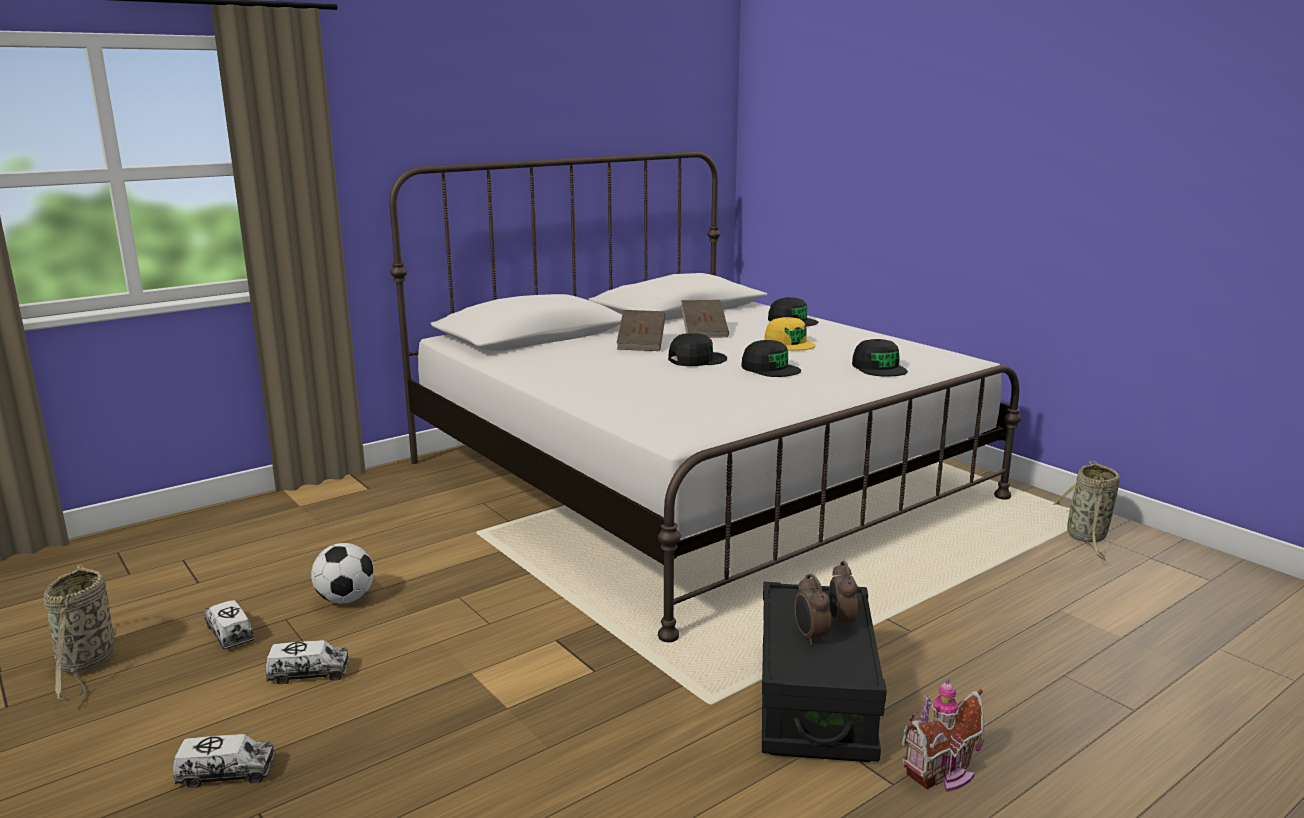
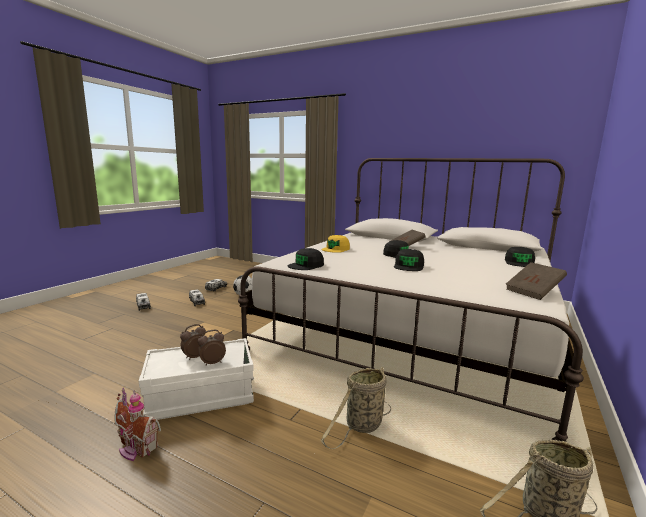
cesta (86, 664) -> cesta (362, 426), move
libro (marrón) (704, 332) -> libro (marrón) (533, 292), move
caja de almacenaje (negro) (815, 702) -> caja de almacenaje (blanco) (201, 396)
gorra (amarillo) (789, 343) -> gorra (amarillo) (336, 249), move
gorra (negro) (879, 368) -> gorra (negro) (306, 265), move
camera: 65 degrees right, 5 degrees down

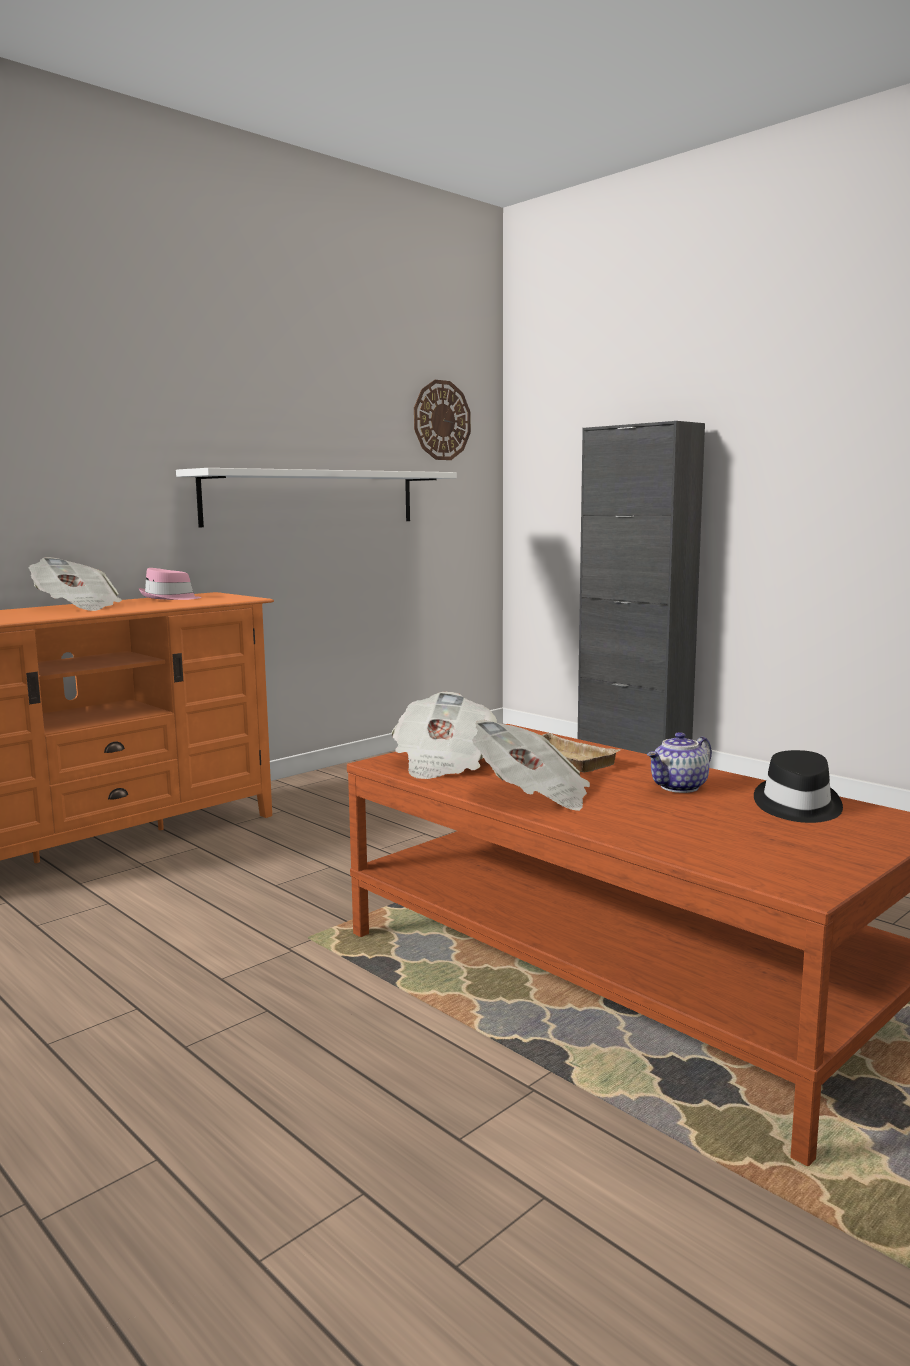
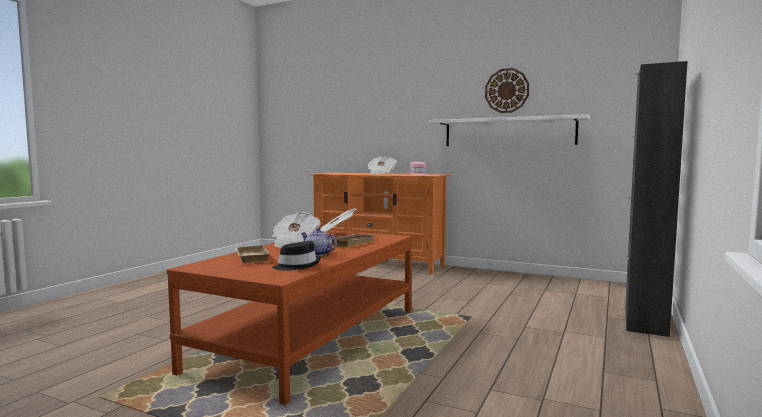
reloj de pared (441, 420) -> reloj de pared (506, 90), move
none -> bandeja (beis) (250, 257)
camera: 70 degrees right, 5 degrees down

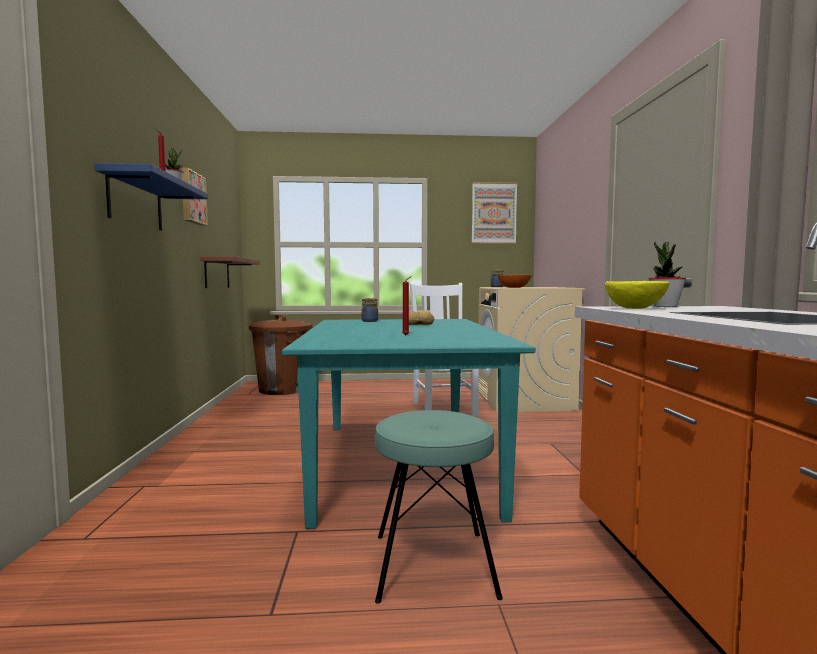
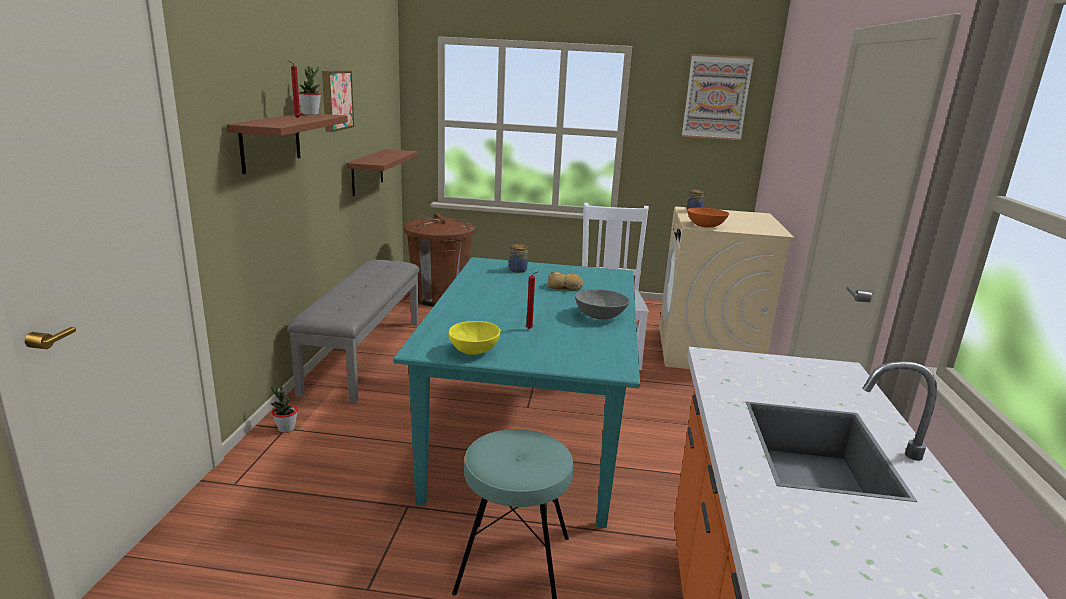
estante (azul) (135, 202) -> estante (marrón) (271, 141)
cuenco (amarillo) (636, 308) -> cuenco (amarillo) (474, 352), move
planta en maceta (665, 306) -> planta en maceta (286, 428), move
none -> banco (gris) (363, 355)
none -> cuenco (gris) (600, 316)
camera: 10 degrees right, 15 degrees up

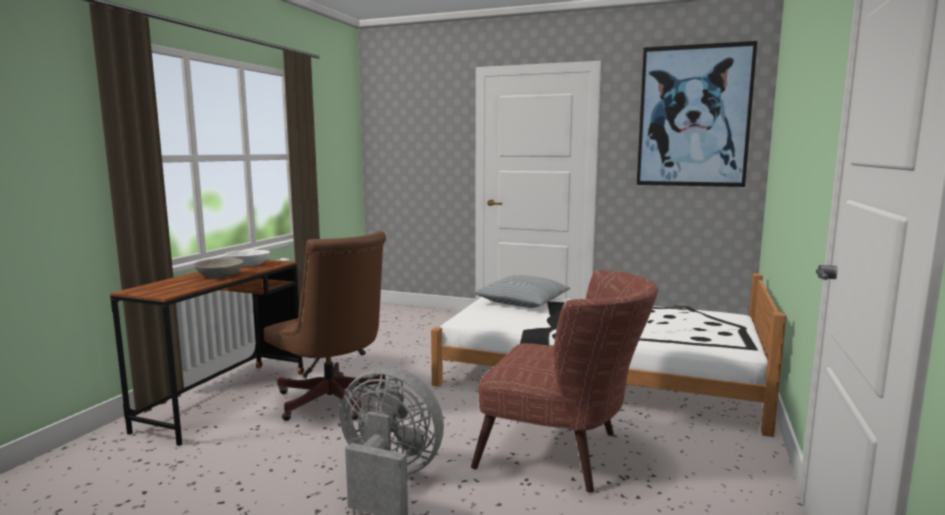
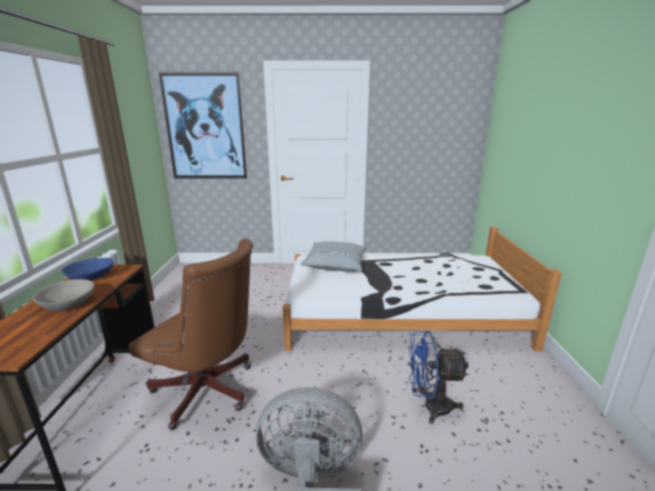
cuenco (blanco) (248, 264) -> cuenco (azul) (91, 277)
sillón (marrón) (564, 454) -> ventilador (azul) (429, 406)
cuadro (693, 116) -> cuadro (205, 127), move
camera: 20 degrees left, 10 degrees up

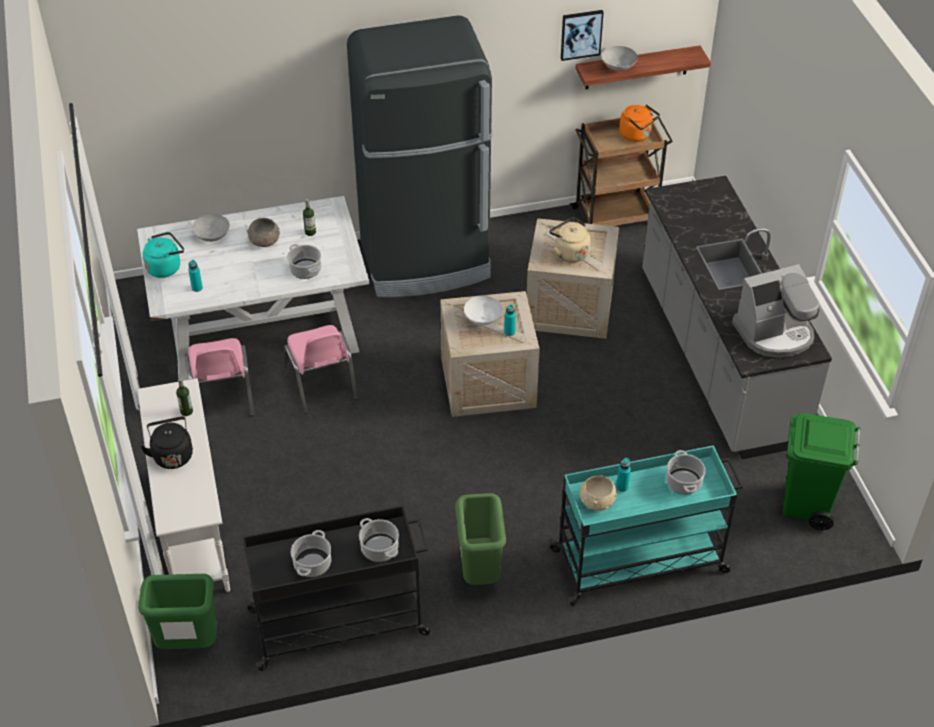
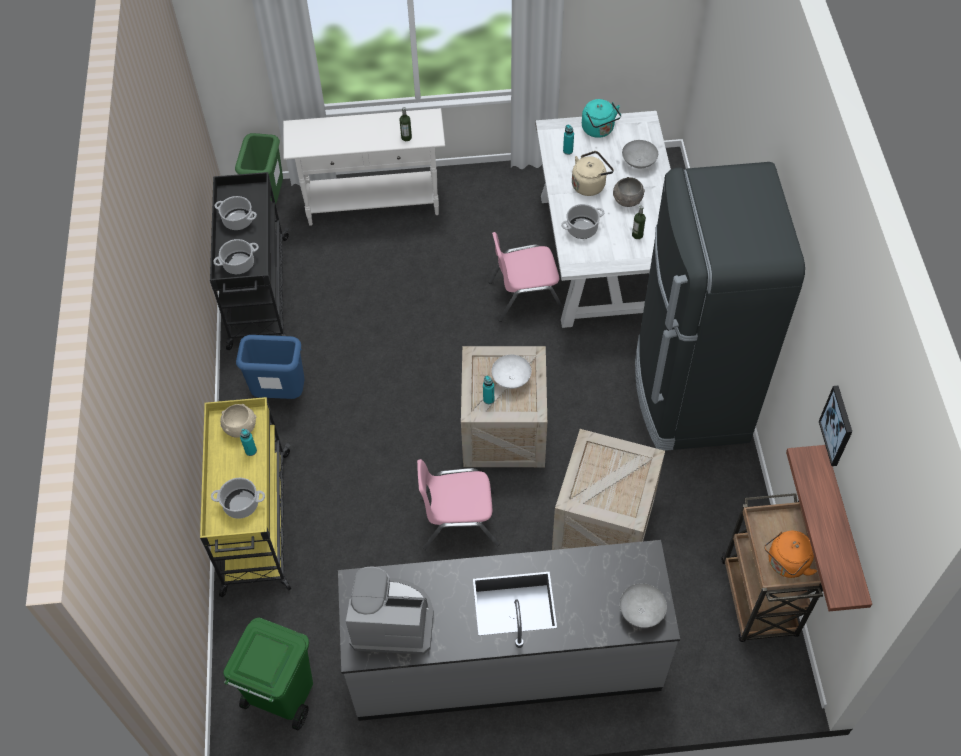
hervidor (negro) (172, 454) -> none
silla (rosa) (222, 395) -> silla (rosa) (458, 520), move
papelera (verde) (479, 571) -> papelera (azul) (280, 393)
carrito (turquesa) (641, 560) -> carrito (amarillo) (256, 524)
hervidor (beis) (569, 252) -> hervidor (beis) (590, 184), move
cuenco (gris) (619, 67) -> cuenco (gris) (641, 612), move
cafetera (774, 333) -> cafetera (392, 620), 105 degrees clockwise
camera: 100 degrees right, 10 degrees up

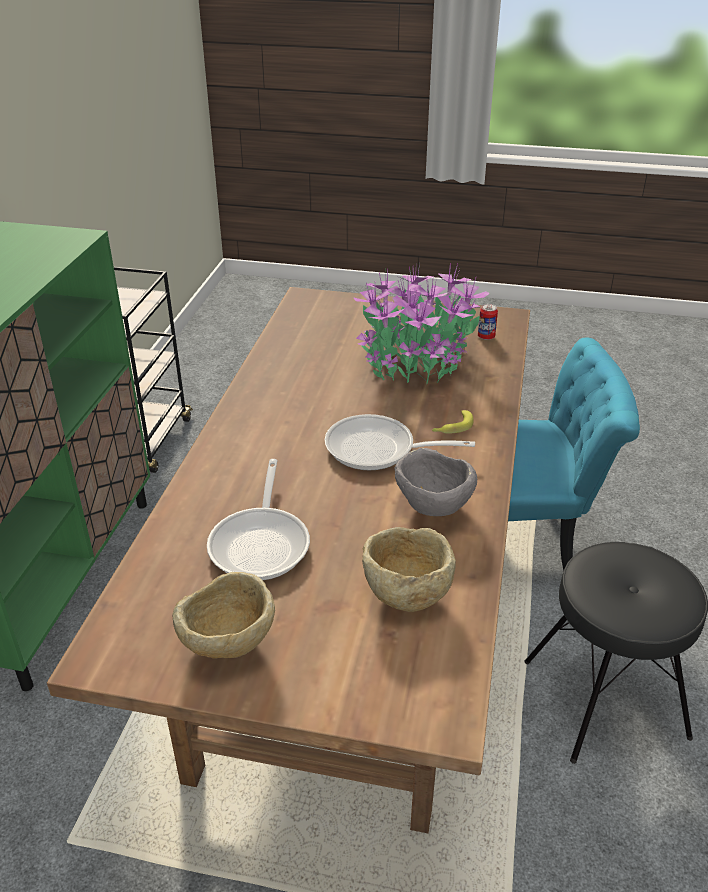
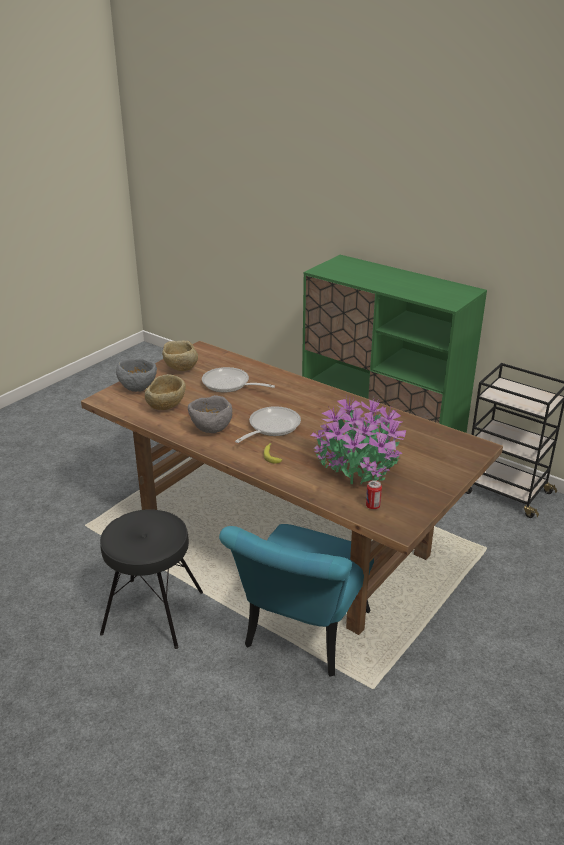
none -> cuenco (gris) (138, 388)
camera: 115 degrees right, 5 degrees down

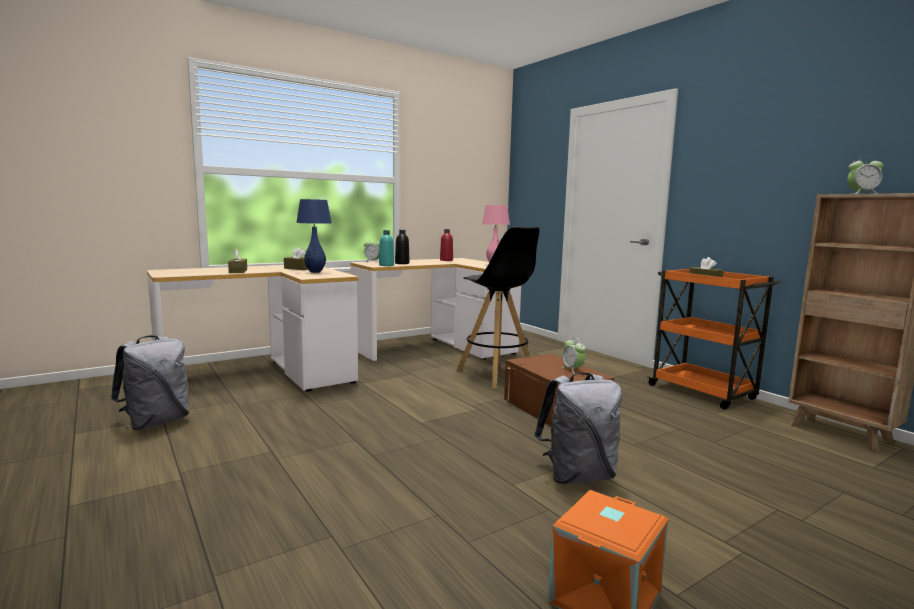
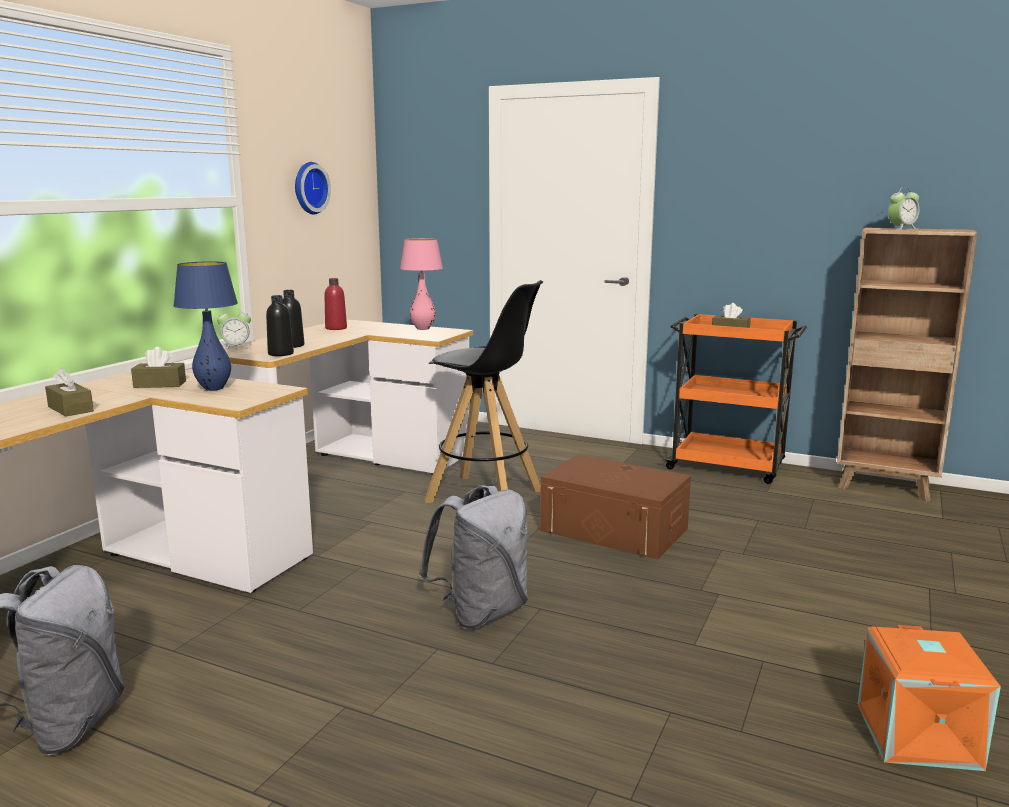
botella (turquesa) (386, 265) -> botella (negro) (280, 354)
mochila (gris) (577, 476) -> mochila (gris) (481, 613), move
despertador (572, 369) -> none
none -> reloj de pared (308, 188)
camera: 30 degrees left, 5 degrees up

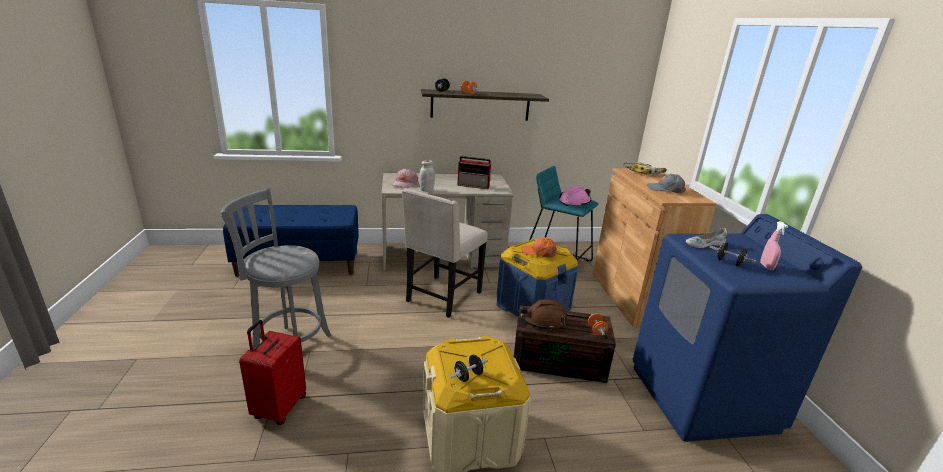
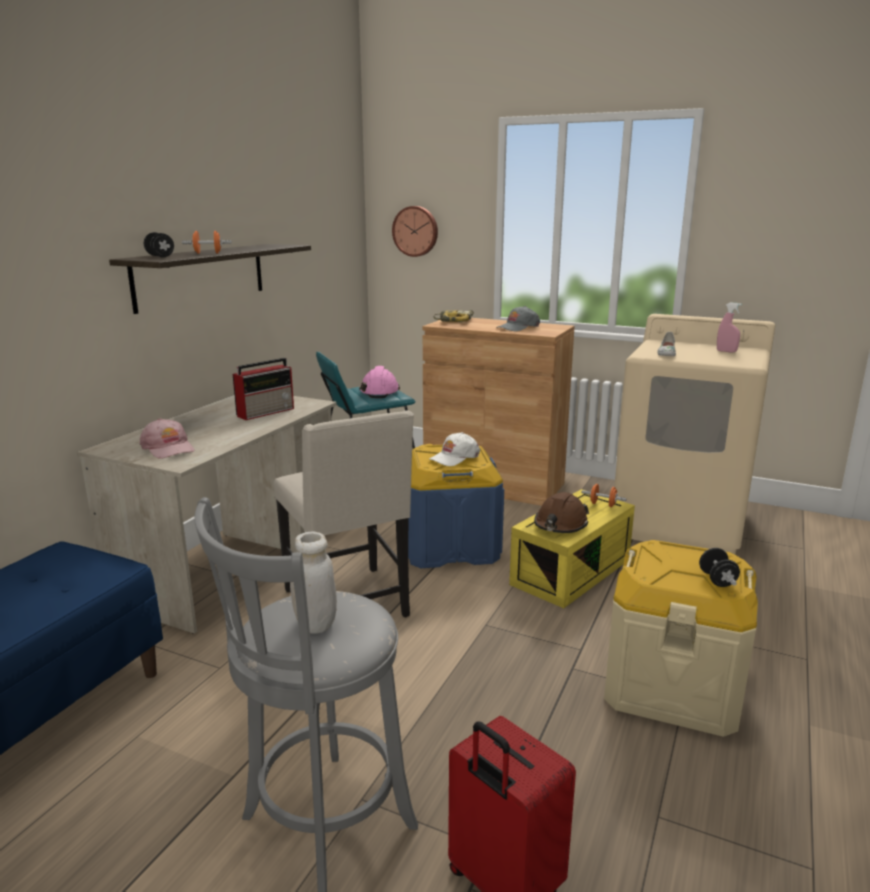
tarro (blanco) (426, 190) -> tarro (blanco) (315, 624), move
caja de almacenaje (marrón) (560, 360) -> caja de almacenaje (amarillo) (570, 570)
gorra (naranja) (539, 252) -> gorra (blanco) (454, 457)
lavadora (azul) (702, 398) -> lavadora (beis) (681, 523)
mancuerna (negro) (729, 262) -> none
none -> reloj de pared (416, 231)
camera: 55 degrees left, 5 degrees down

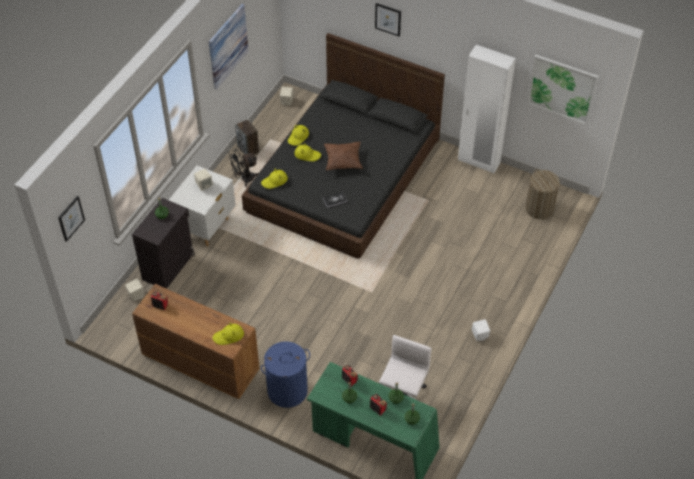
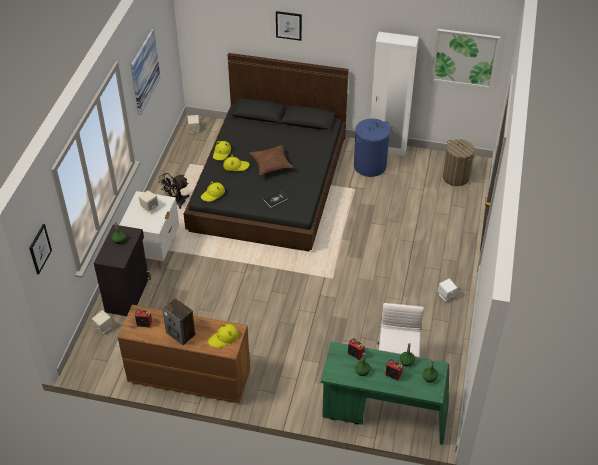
altavoz (248, 149) -> altavoz (181, 333), move
cesto de la ropa (azul) (287, 391) -> cesto de la ropa (azul) (370, 166), move
camera: 15 degrees left, 5 degrees down

